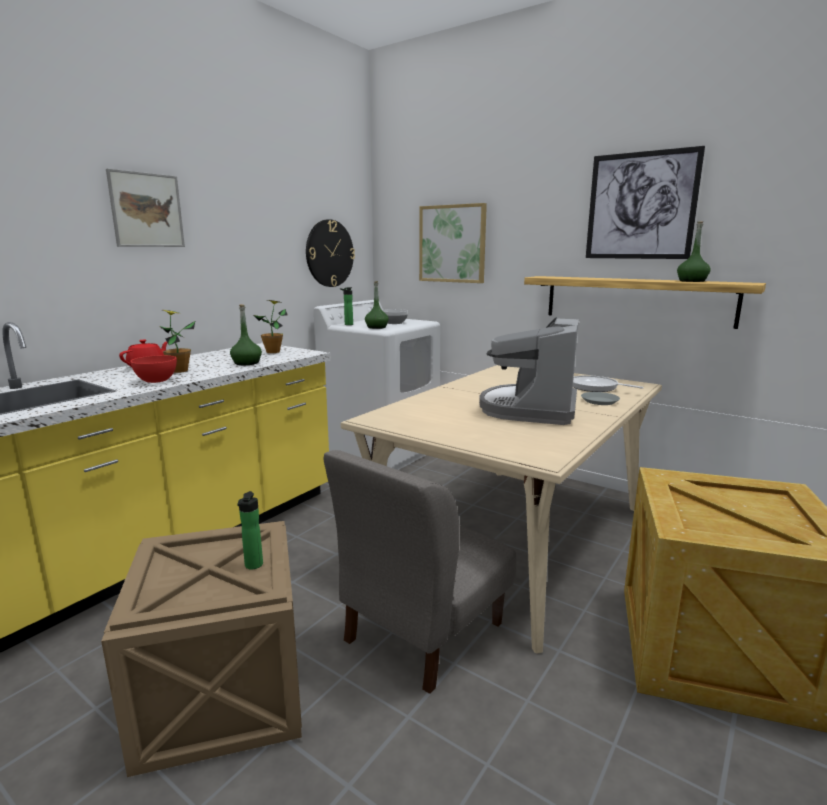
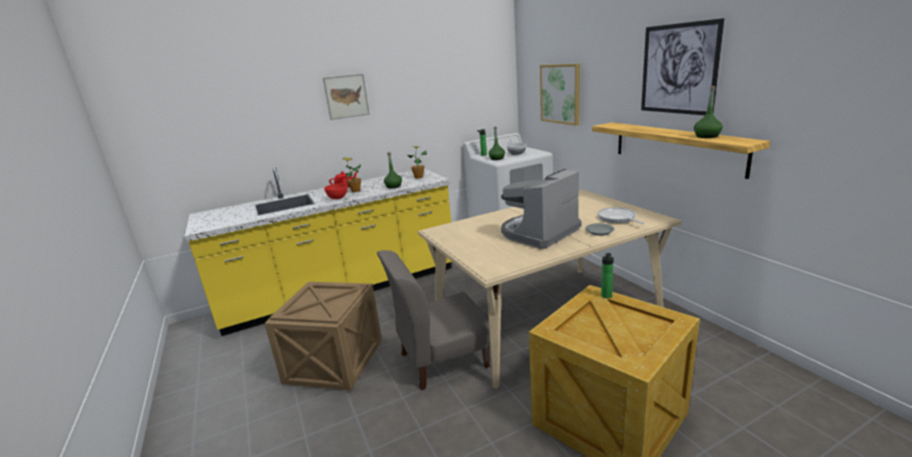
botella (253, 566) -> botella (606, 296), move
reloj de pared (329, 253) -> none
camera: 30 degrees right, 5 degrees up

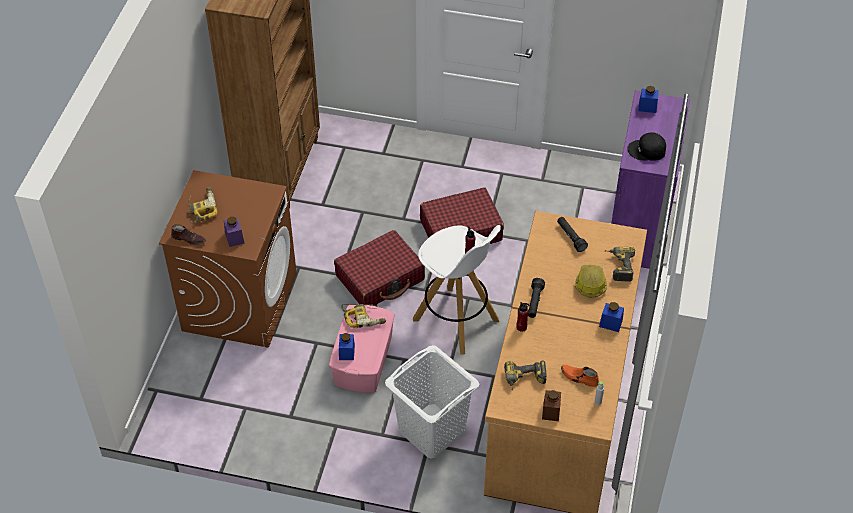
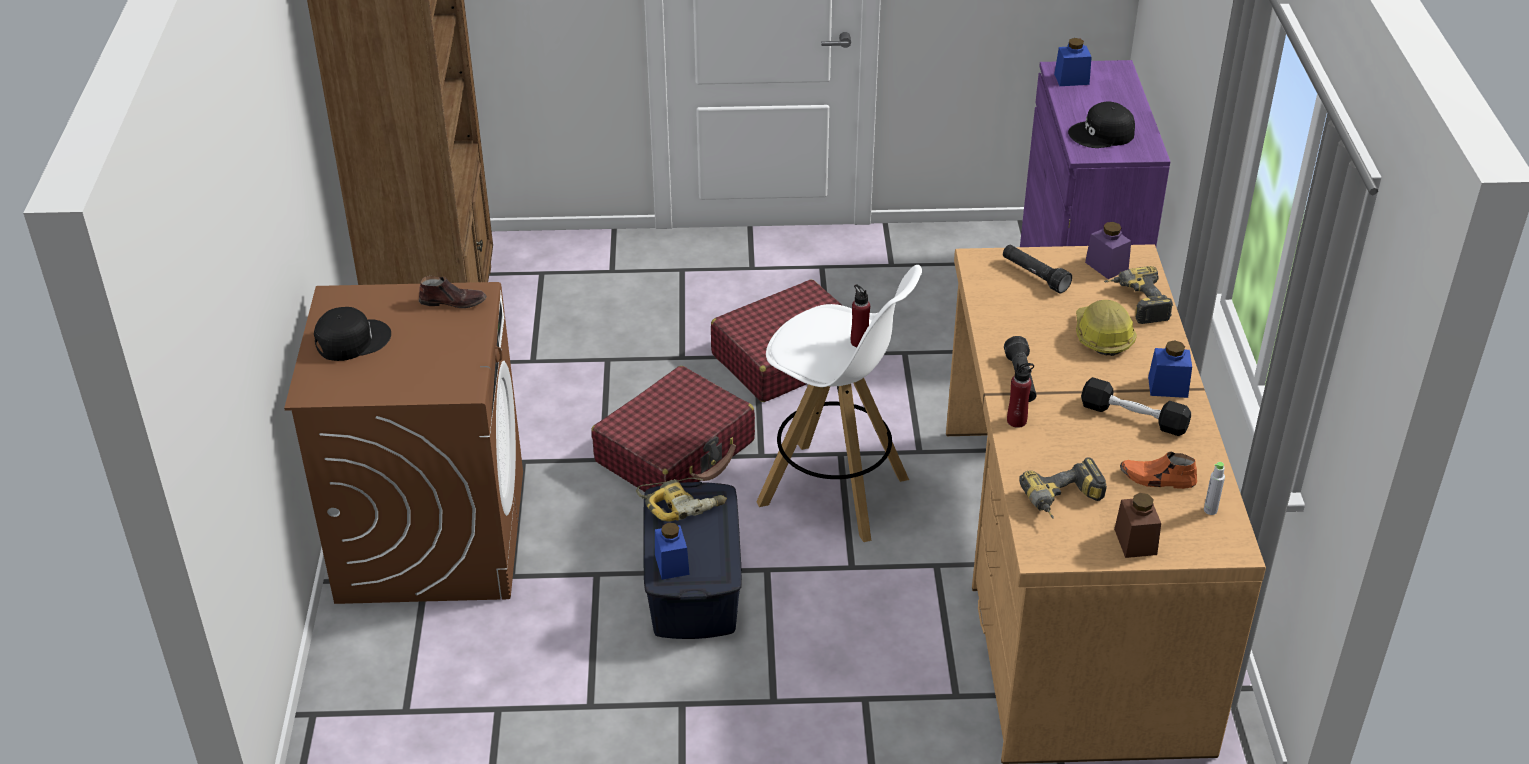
zapato (marrón) (189, 239) -> zapato (marrón) (453, 301), move
taladro (202, 208) -> gorra (negro) (352, 340)
tarro (morado) (234, 238) -> tarro (morado) (1106, 266), move
caja de almacenaje (rosa) (362, 360) -> caja de almacenaje (azul) (692, 585)
cesto de la ropa (blanco) (431, 430) -> none
none -> mancuerna (negro) (1133, 417)
camera: 15 degrees left, 10 degrees down

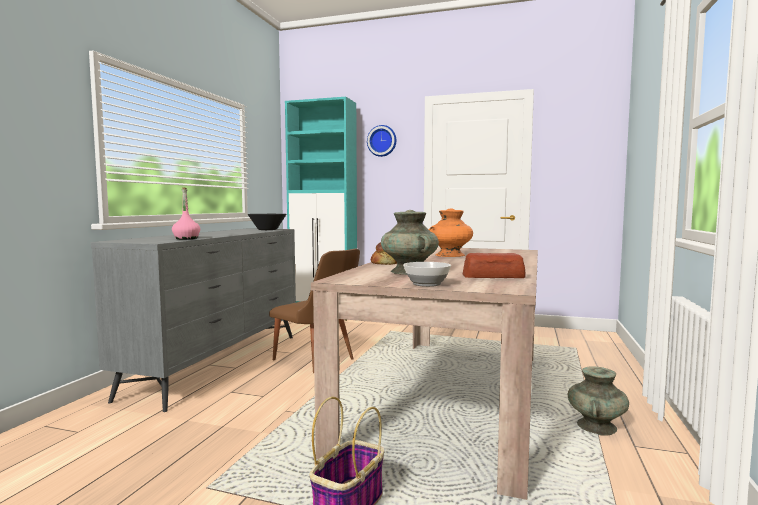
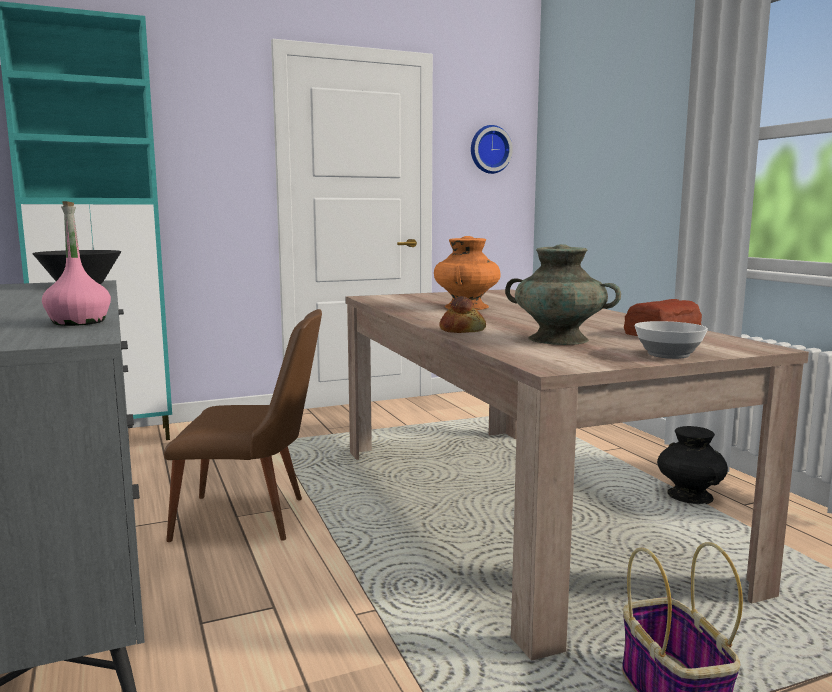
reloj de pared (382, 141) -> reloj de pared (489, 149), move
florero (turquesa) (596, 426) -> florero (negro) (690, 496)
camera: 40 degrees left, 5 degrees up

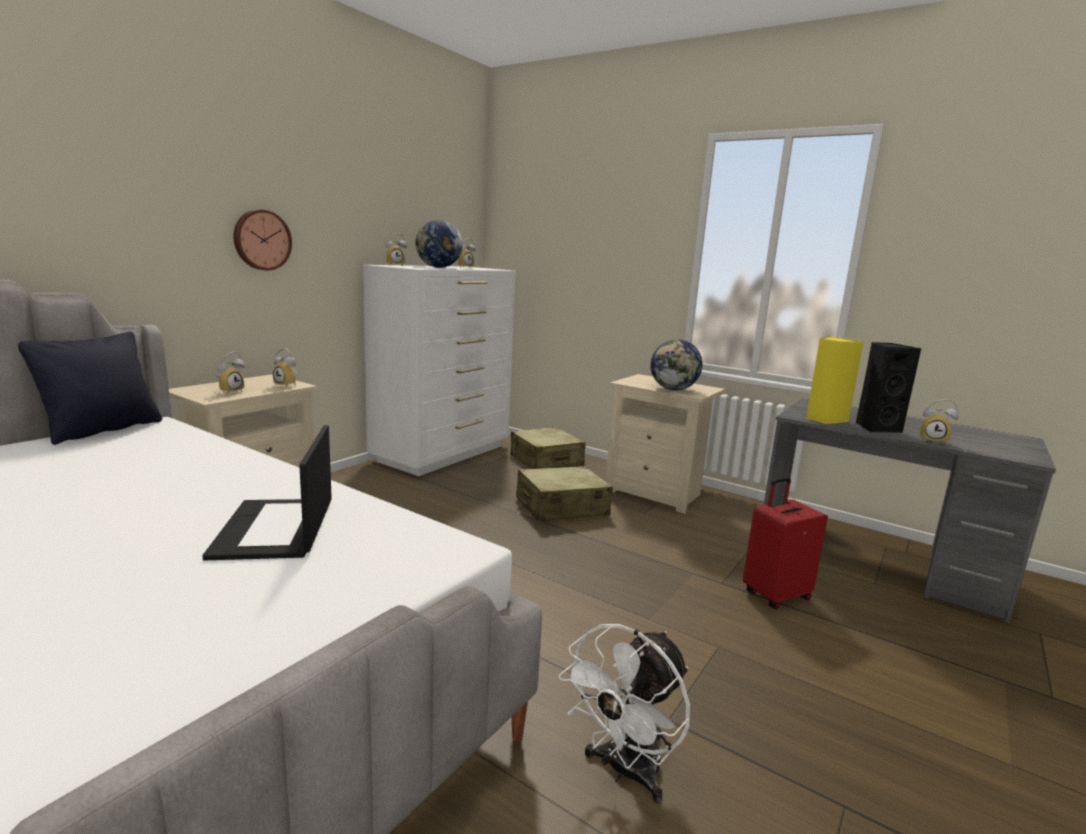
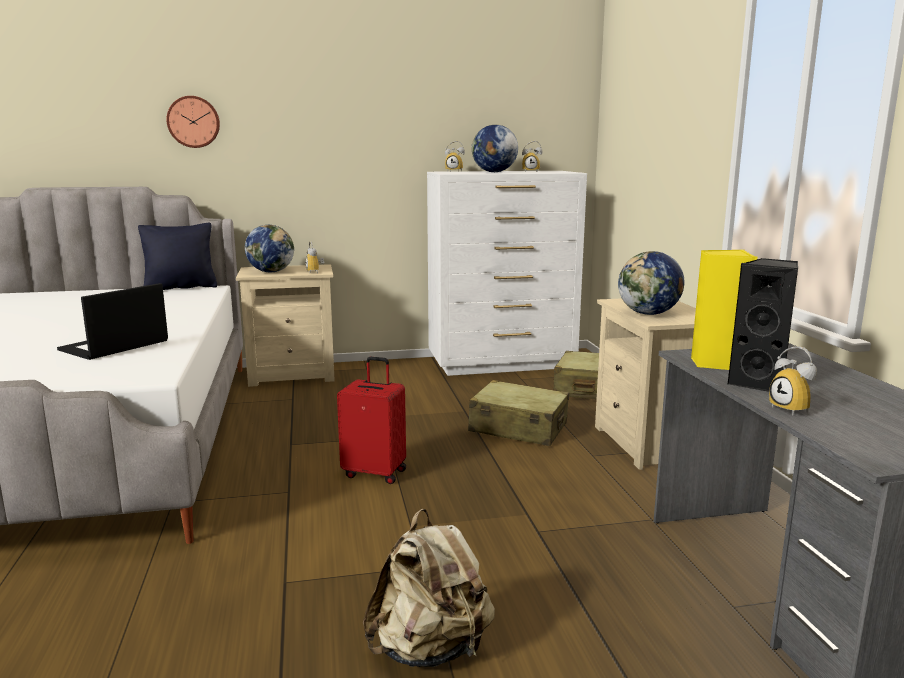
despertador (230, 391) -> globo terráqueo (271, 272)
reloj de pared (261, 240) -> reloj de pared (193, 122), move
ventilador (blanco) (625, 772) -> none
maleta (rojo) (775, 595) -> maleta (rojo) (375, 472), move
none -> mochila (beis) (430, 649)
camera: 45 degrees right, 0 degrees up

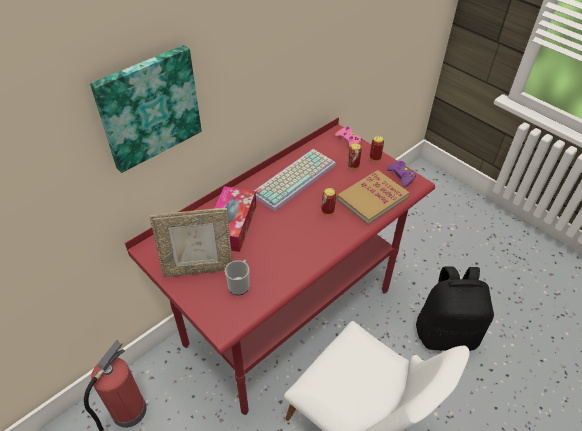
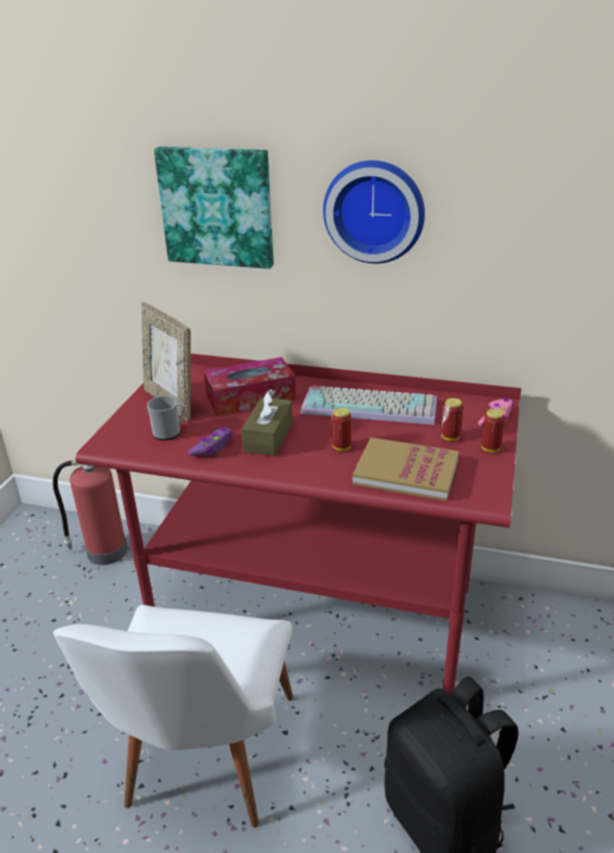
mando de consola (morado) (401, 176) -> mando de consola (morado) (212, 447), move
none -> caja de pañuelos (marrón) (268, 437)
none -> reloj de pared (375, 210)
camera: 60 degrees right, 15 degrees down

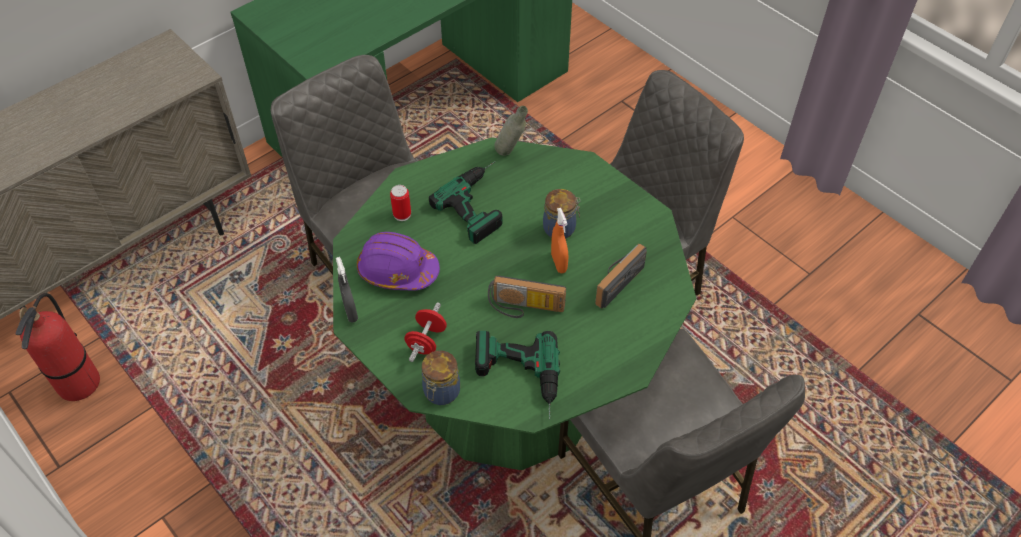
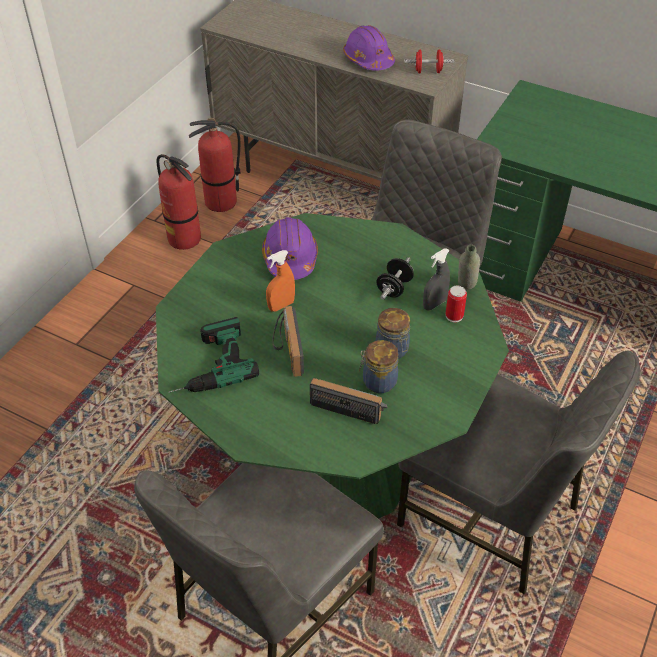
pulverizador (gris) (350, 311) -> pulverizador (gris) (434, 304), move
lata (402, 214) -> lata (454, 316), move
mancuerna (rojo) (426, 341) -> mancuerna (rojo) (428, 71), move
tarro (441, 392) -> tarro (378, 382), move
taladro (482, 202) -> mancuerna (negro) (394, 288)
pulverizador (naranja) (558, 263) -> pulverizador (naranja) (281, 306), move
none -> extintor (185, 239)
none -> casco (morado) (368, 60)
camera: 70 degrees right, 5 degrees down

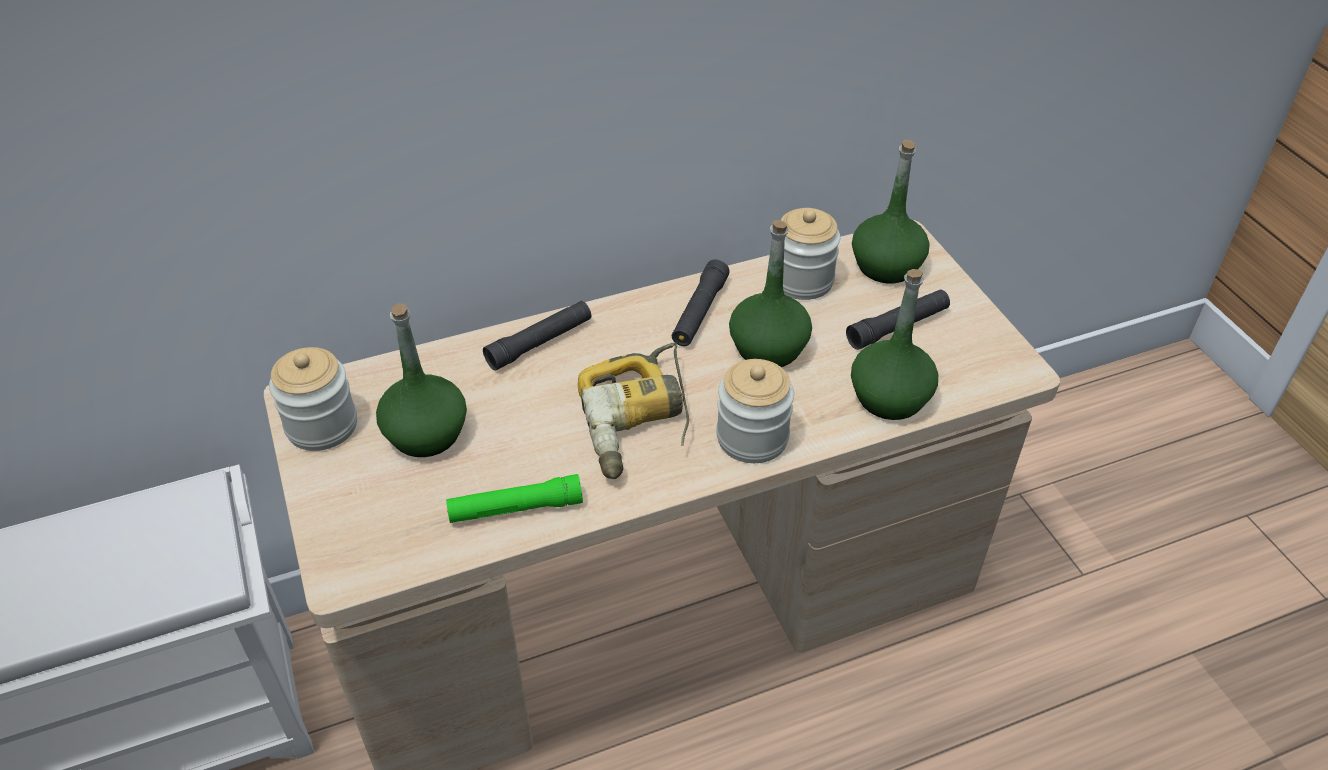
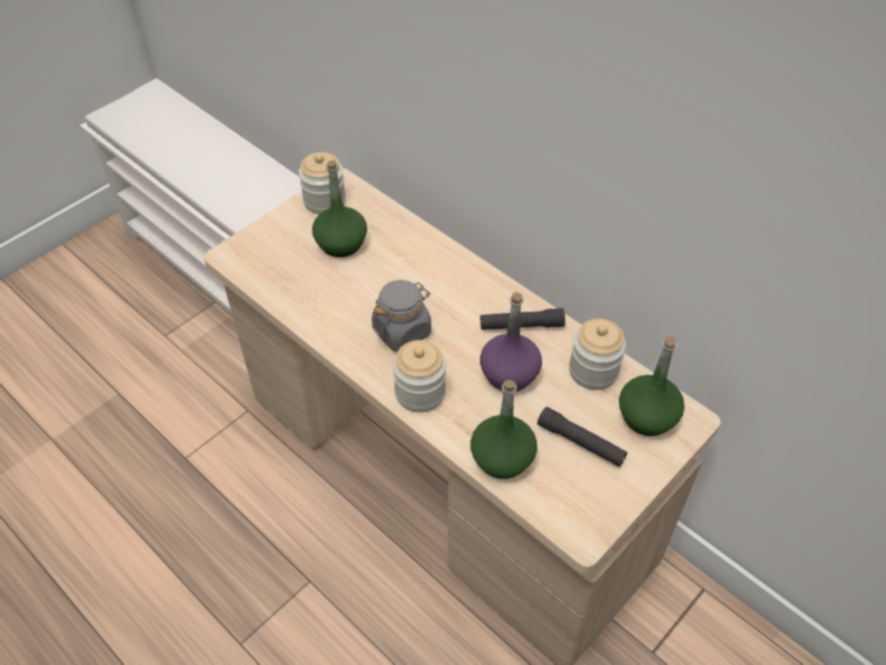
linterna (verde) (515, 509) -> none
linterna (negro) (540, 343) -> none
taladro (638, 422) -> tarro (gris) (402, 331)
botella (verde) (768, 348) -> botella (morado) (509, 374)
camera: 65 degrees right, 5 degrees up

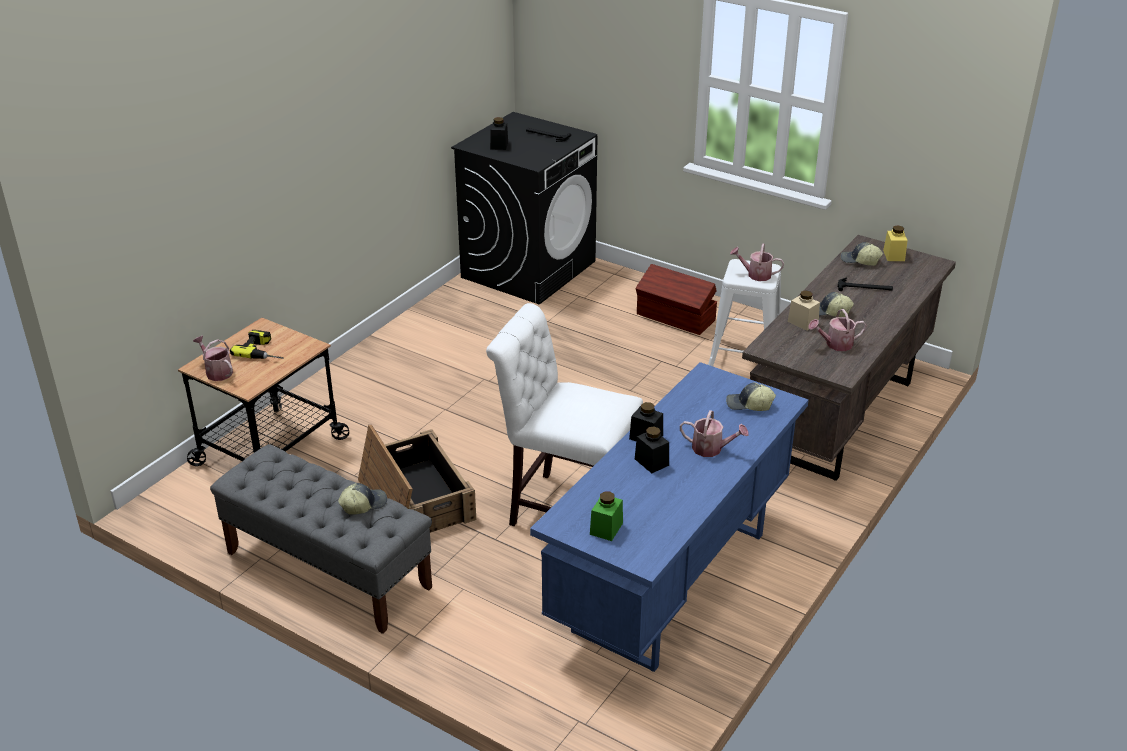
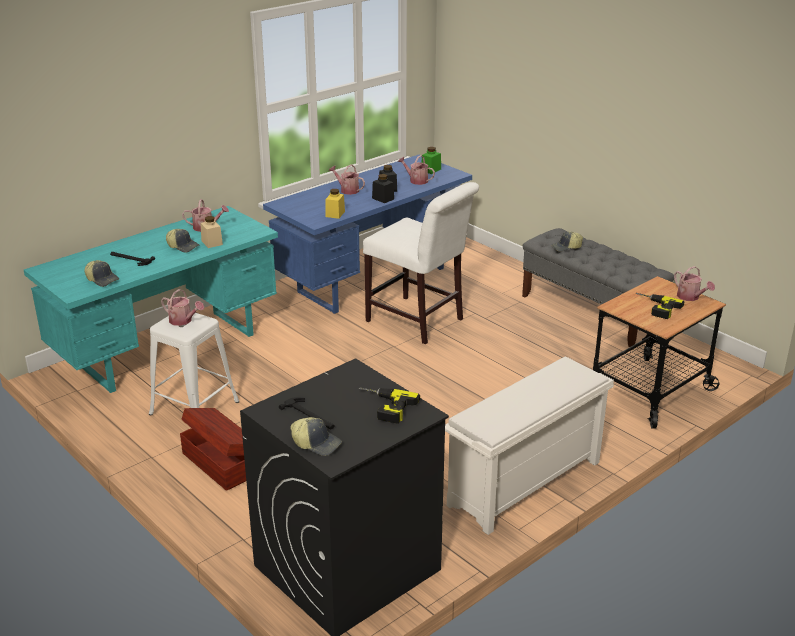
caja de embalaje (414, 500) -> none
tarro (negro) (499, 145) -> taladro (383, 407)
gorra (749, 405) -> gorra (317, 443), move
escritorio (marrón) (839, 417) -> escritorio (turquesa) (168, 349)
tarro (amarillo) (894, 255) -> tarro (amarillo) (335, 214), move
none -> regadera (416, 180)
none -> zapatero (blanco) (524, 485)
camera: 165 degrees left, 5 degrees down

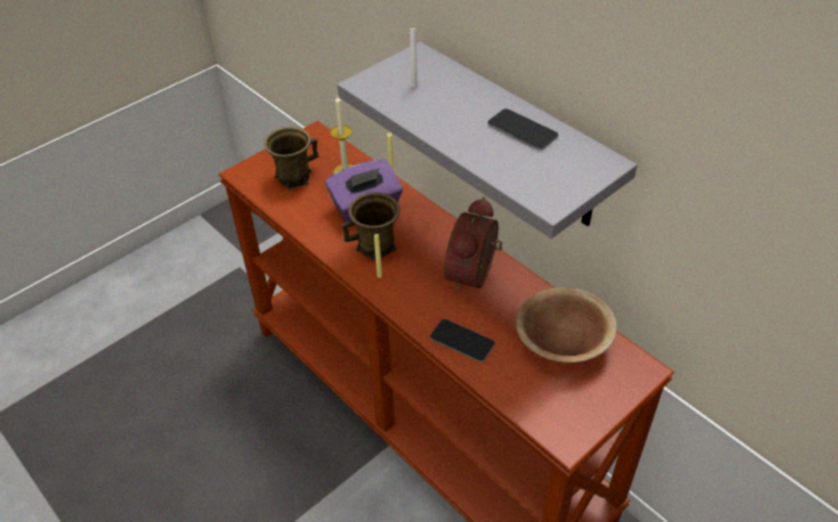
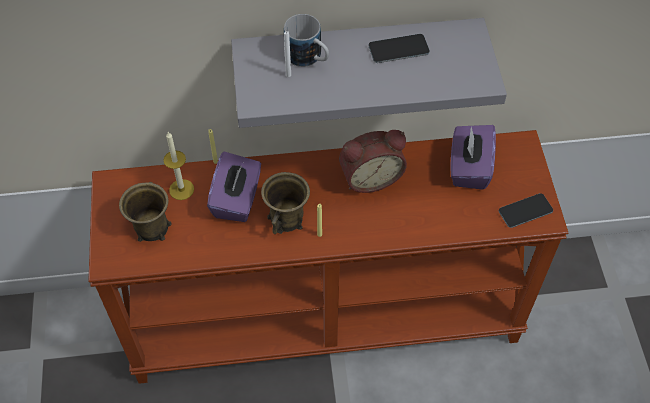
móvil (462, 340) -> móvil (525, 211), move
despertador (475, 275) -> despertador (370, 177), 75 degrees counterclockwise
cuenco (marrón) (562, 341) -> caja de pañuelos (morado) (469, 168)
none -> taza grande (309, 58)
camera: 55 degrees left, 10 degrees up

